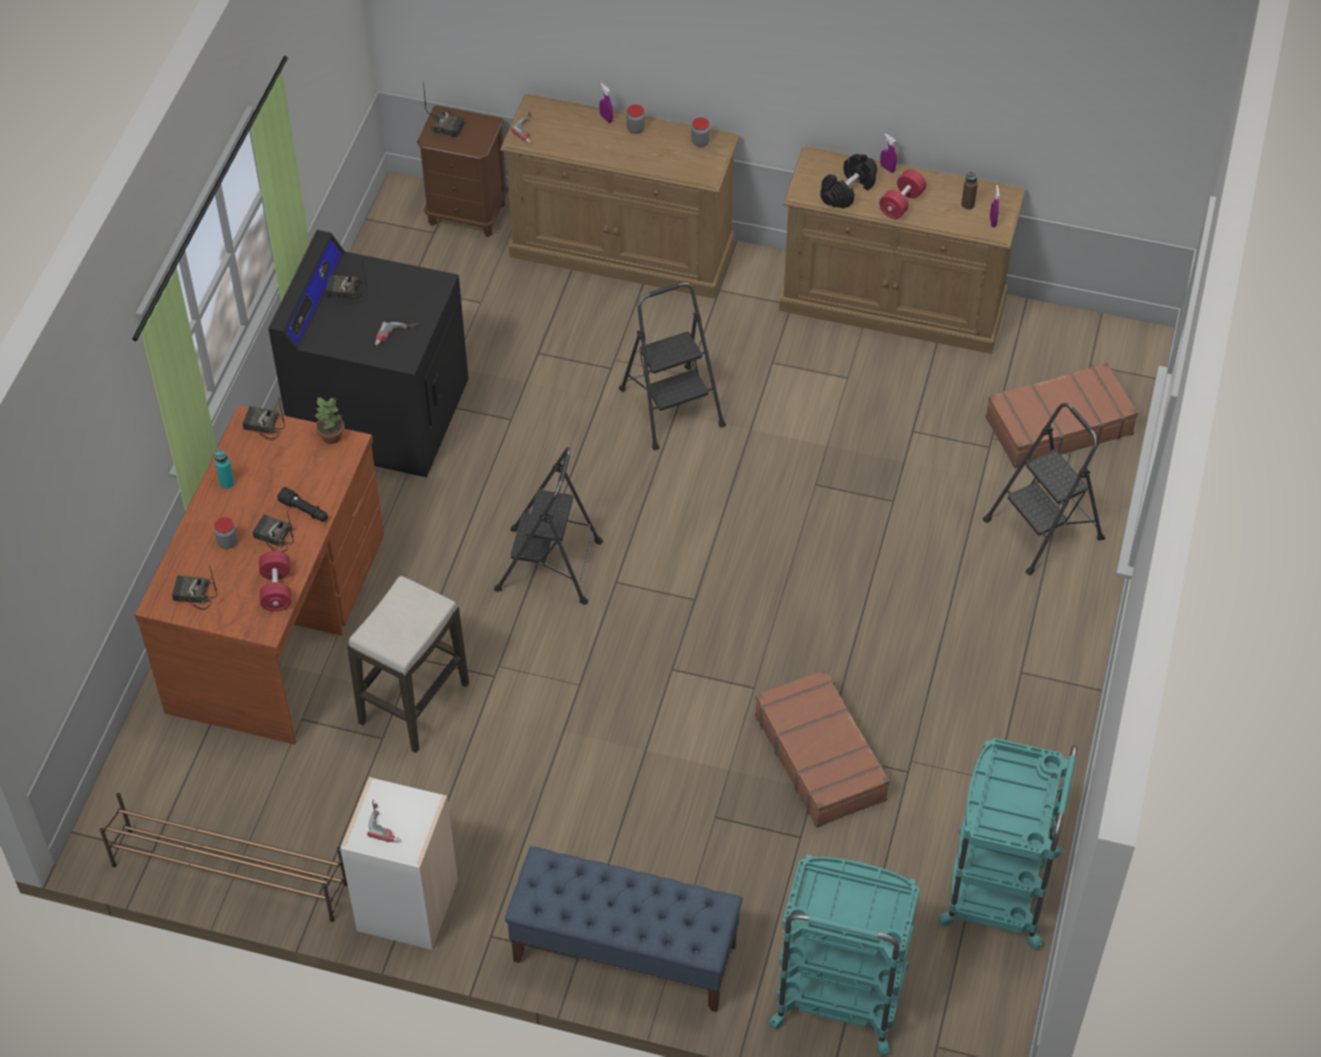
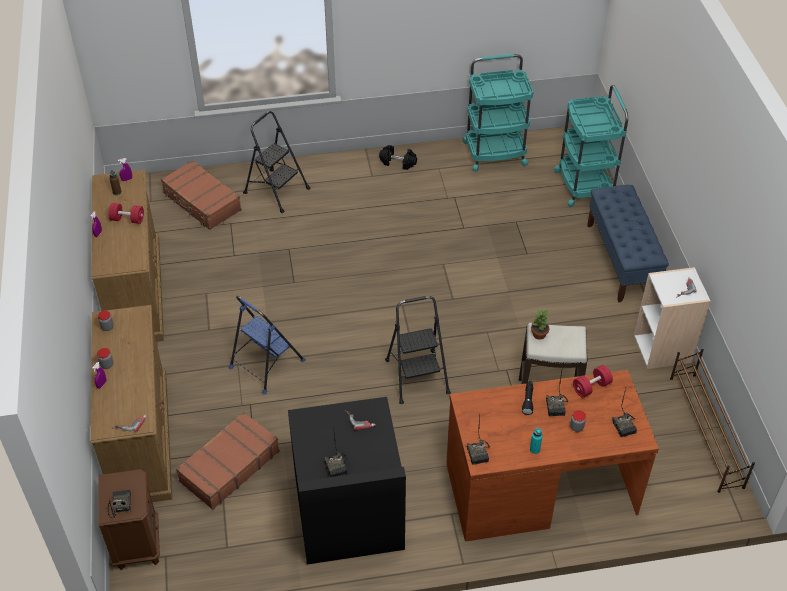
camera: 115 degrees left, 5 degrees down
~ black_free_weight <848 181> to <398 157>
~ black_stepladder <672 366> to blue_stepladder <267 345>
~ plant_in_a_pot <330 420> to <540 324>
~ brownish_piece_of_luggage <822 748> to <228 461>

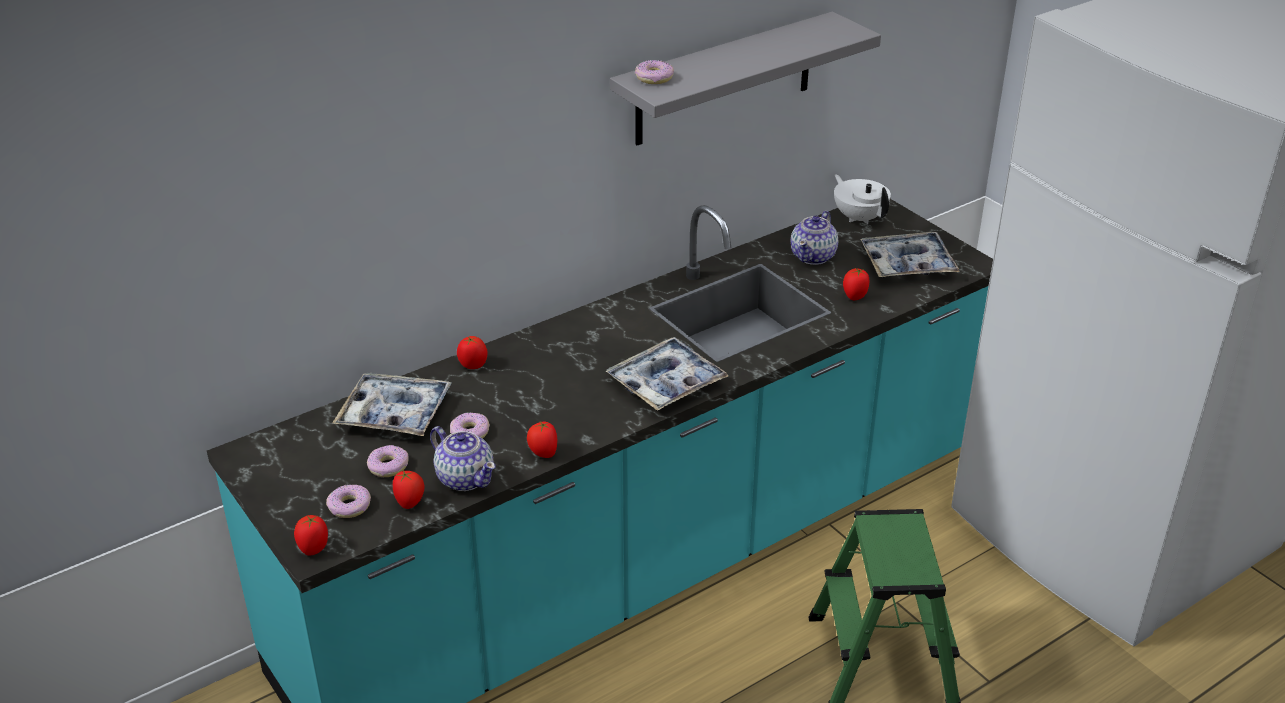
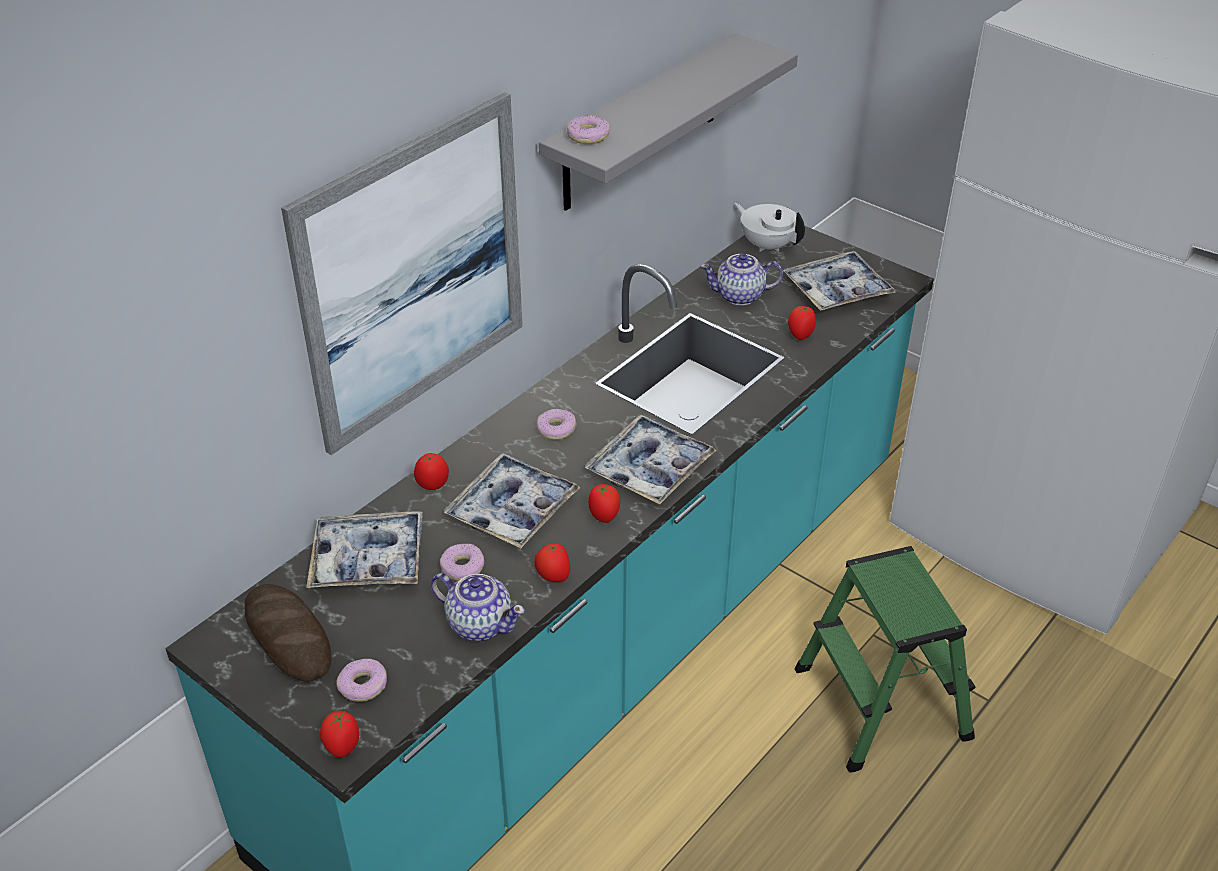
camera: 15 degrees left, 5 degrees up
~ pot_for_tea <814 238> = <741 279> 75 degrees clockwise
~ doughnut <388 461> to <556 424>
~ fresh_tomato <409 489> to <604 503>
+ wall_picture <402 273>
+ serving_tray <512 500>
+ baked_bread <288 633>

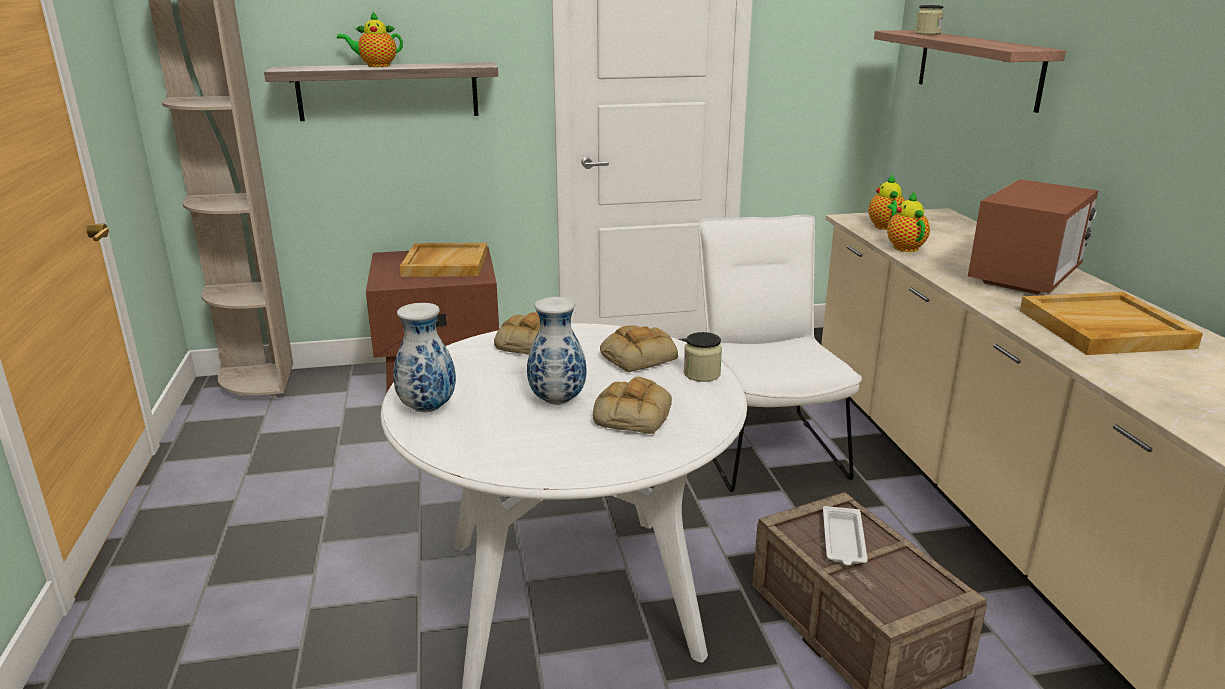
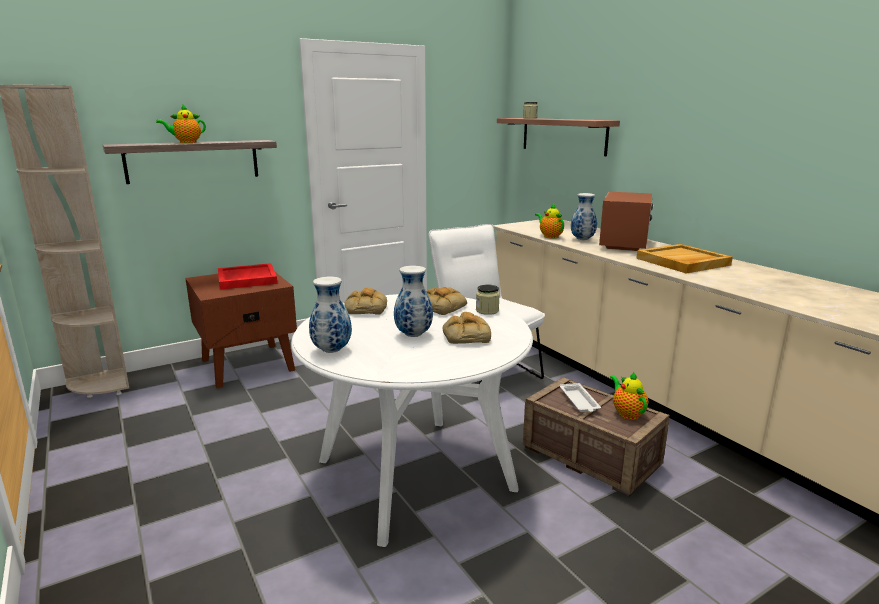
camera: 20 degrees left, 5 degrees down
~ pot_for_tea <886 202> to <629 395>
~ beige_serving_tray <444 260> to red_serving_tray <247 276>
+ vase <584 216>

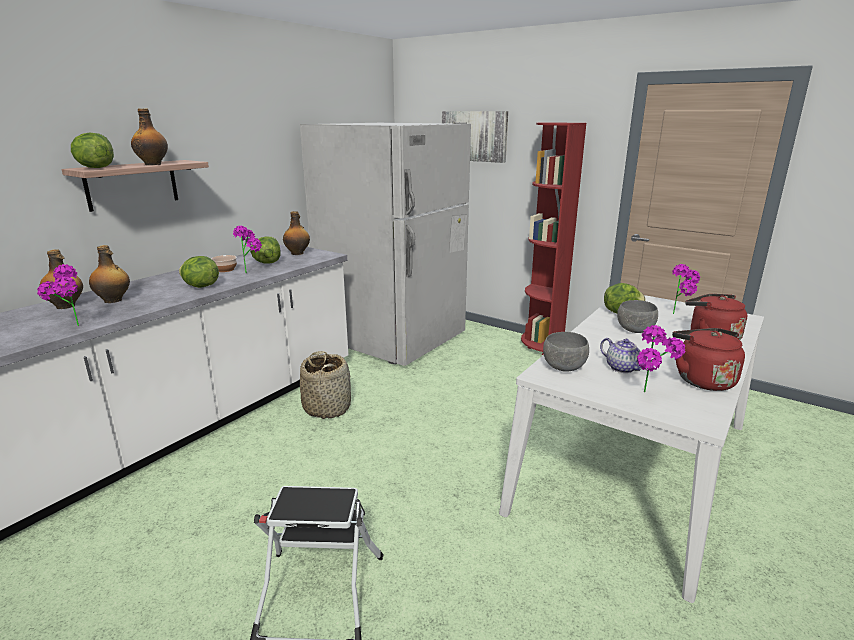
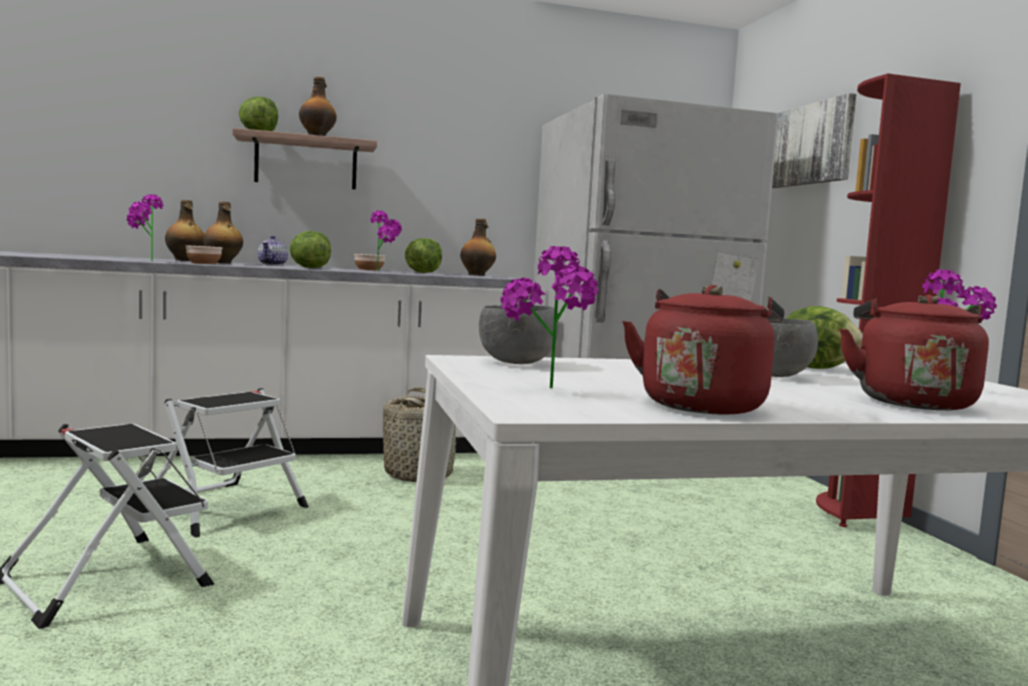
camera: 40 degrees right, 15 degrees down
~ pot_for_tea <624 355> to <273 250>
+ deep_dish <204 254>
+ stepladder <233 462>

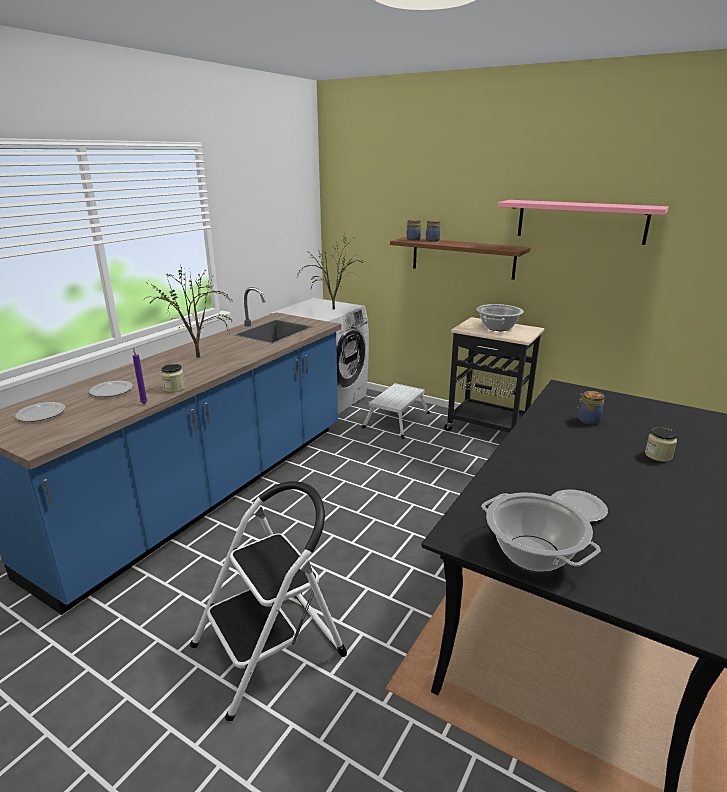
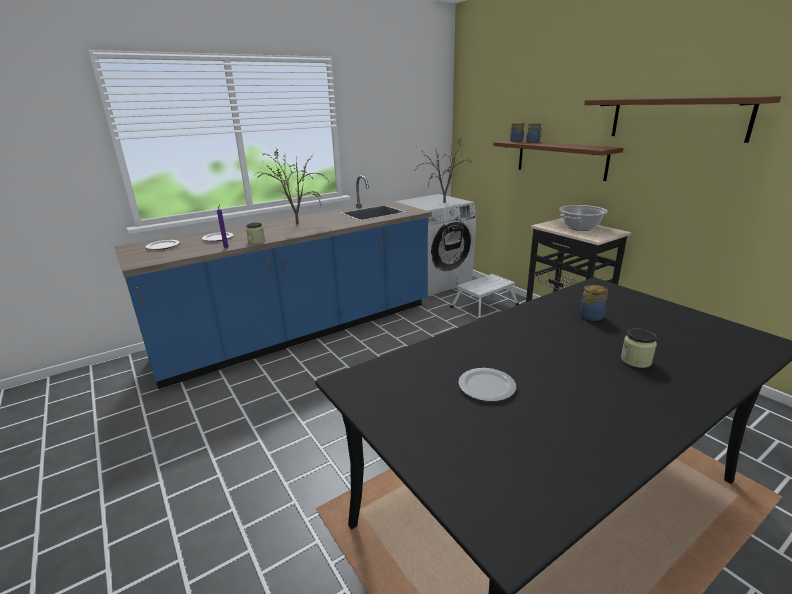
camera: 25 degrees right, 0 degrees up
~ pink-coloured_bracket_shelf <583 222> to brownish_bracket_shelf <682 119>
- stepladder <268 601>
- cooking_pot <541 532>

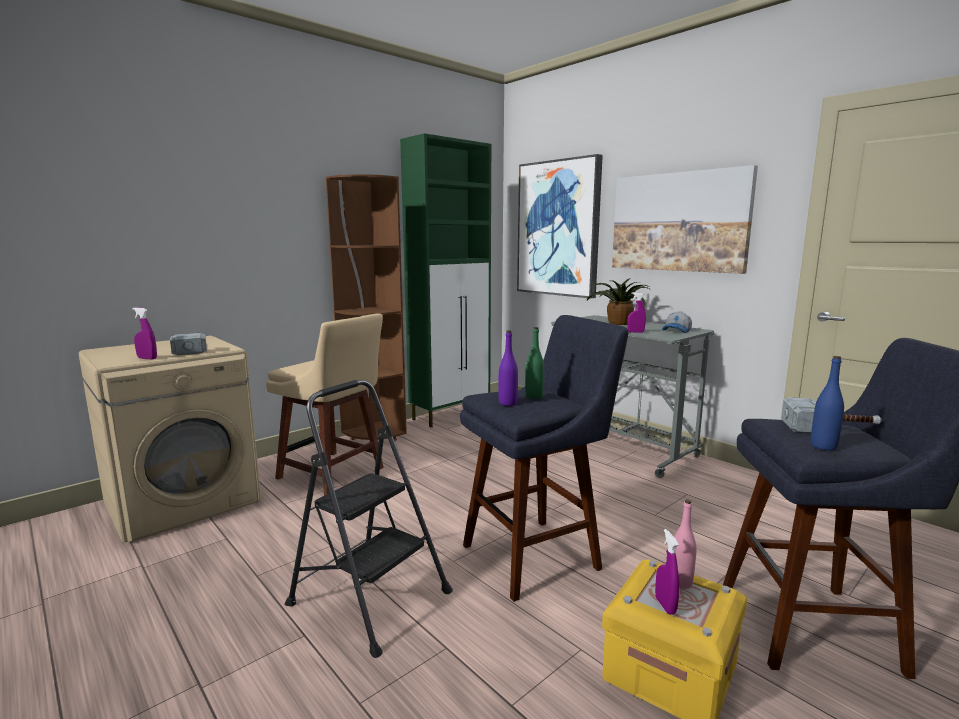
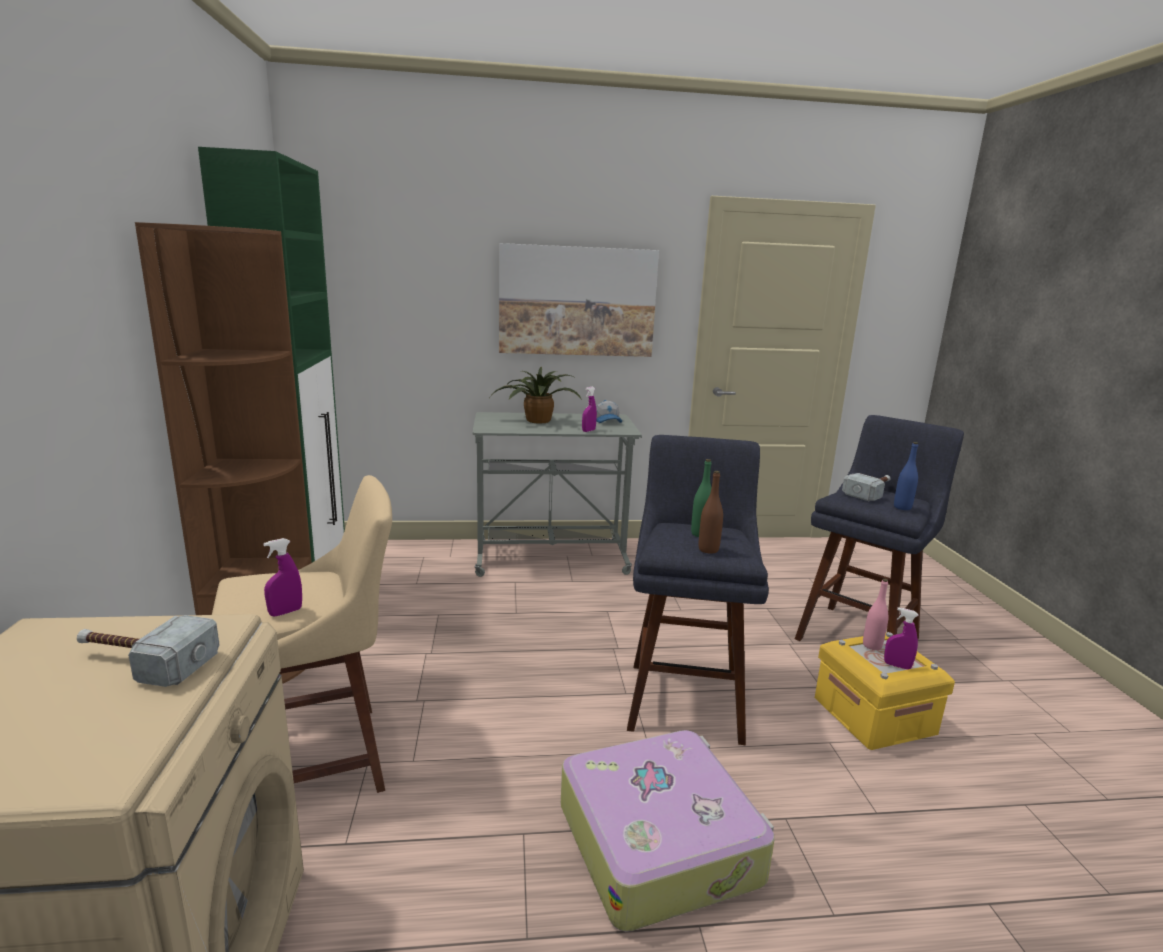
camera: 55 degrees left, 5 degrees up
- wall_picture <560 226>
~ purple_sprayer <144 333> to <282 577>
~ purple_bottle <508 368> to brownish_bottle <711 512>
~ black_stepladder <369 519> to piece_of_luggage <668 831>

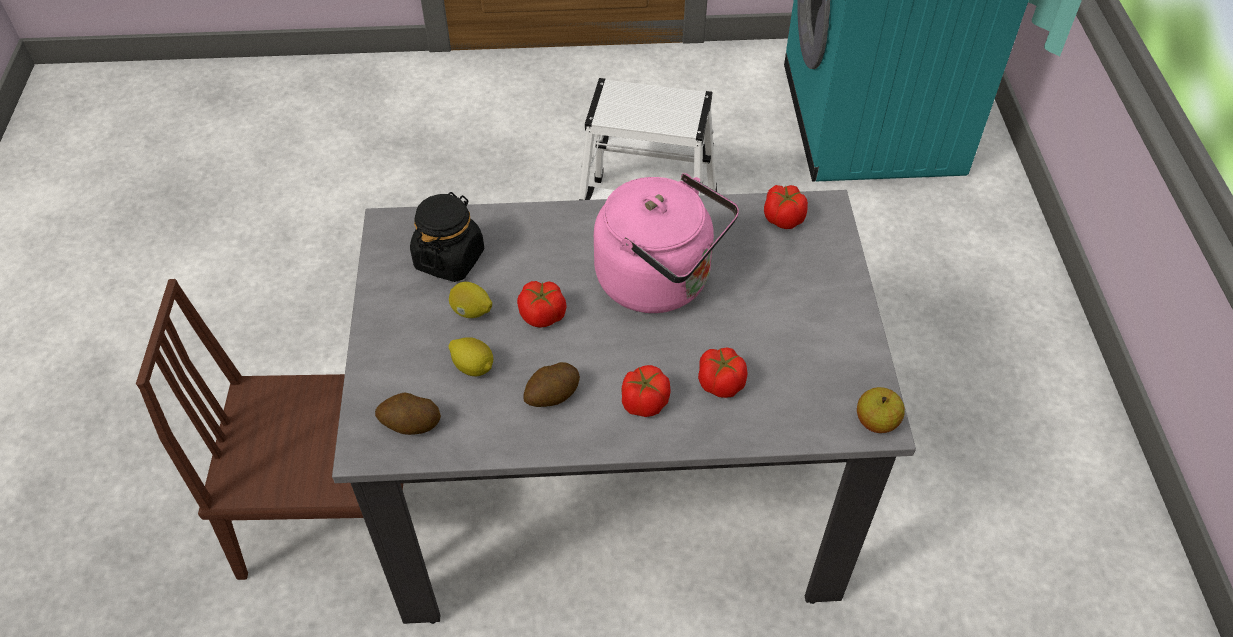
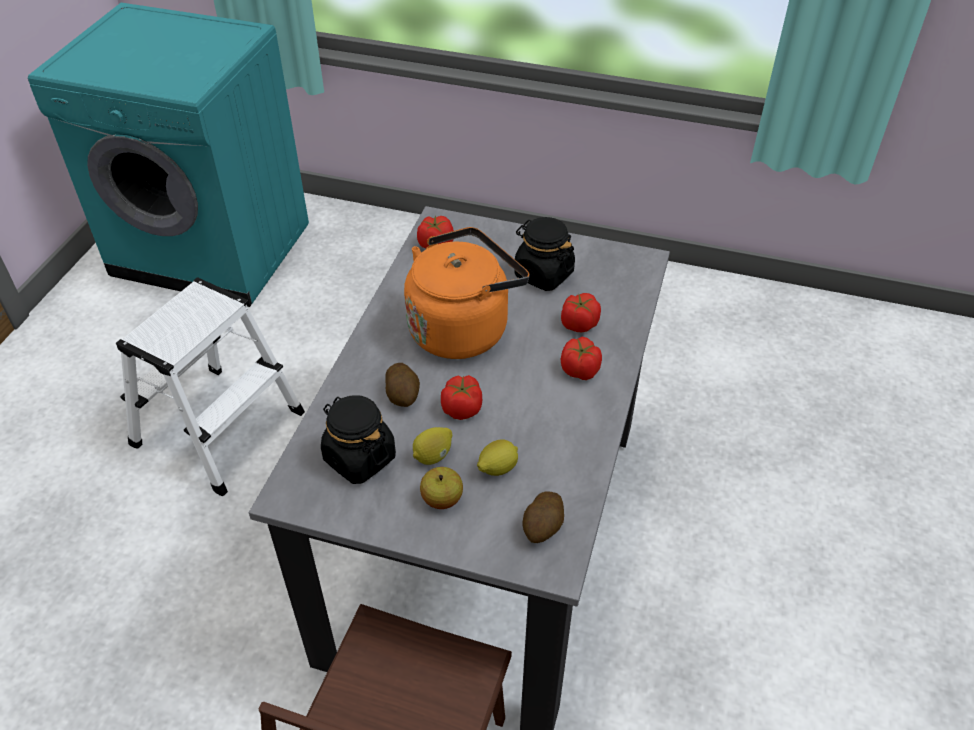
camera: 70 degrees left, 5 degrees down
~ pink-coloured_kettle <666 243> to orangey_kettle <466 293>
~ whole_potato <551 384> to <403 385>
~ apple_fruit <881 410> to <441 488>
+ black_jar <544 254>

